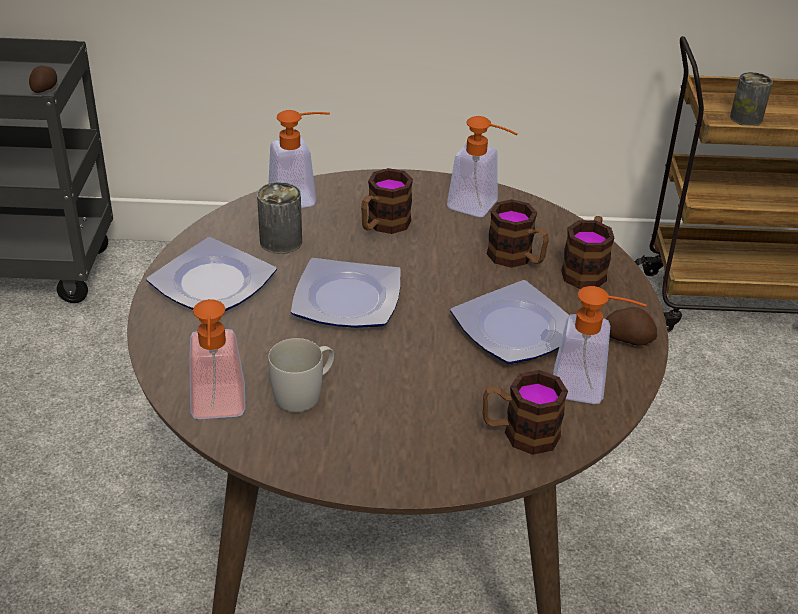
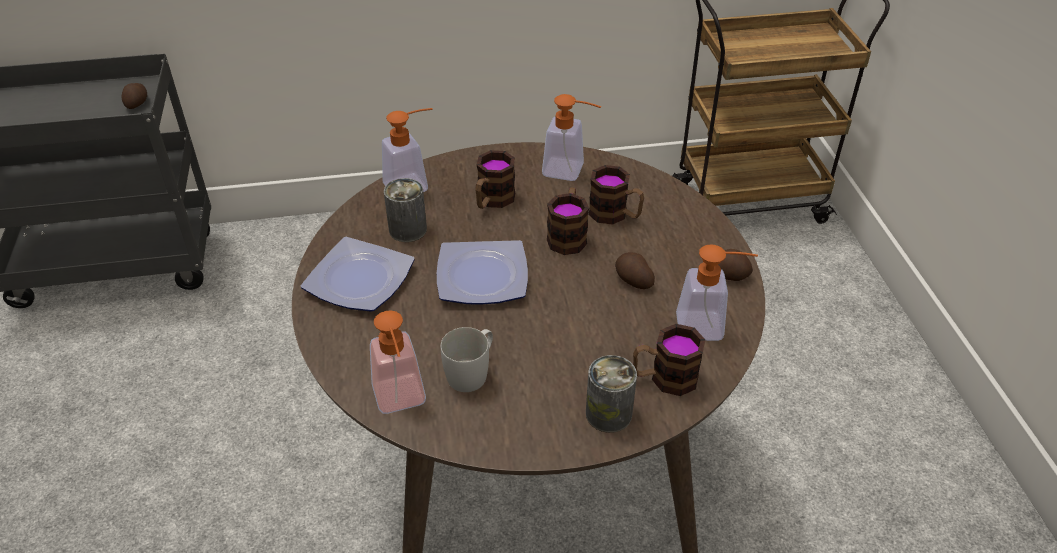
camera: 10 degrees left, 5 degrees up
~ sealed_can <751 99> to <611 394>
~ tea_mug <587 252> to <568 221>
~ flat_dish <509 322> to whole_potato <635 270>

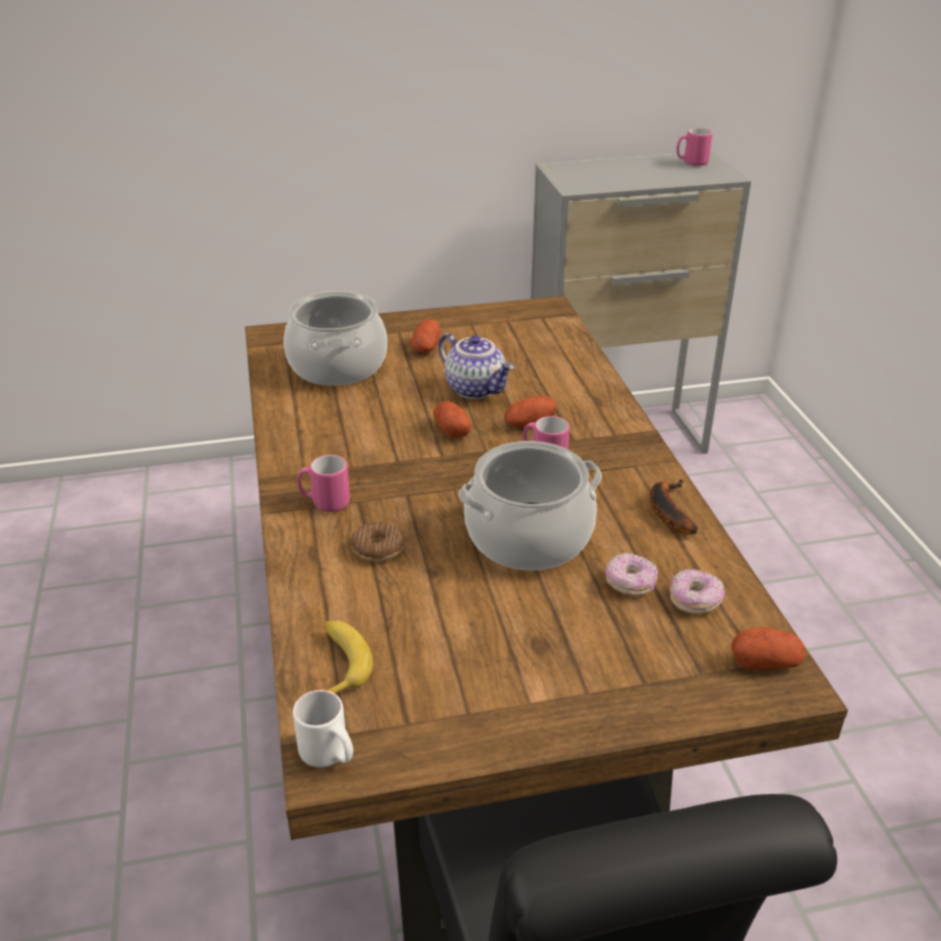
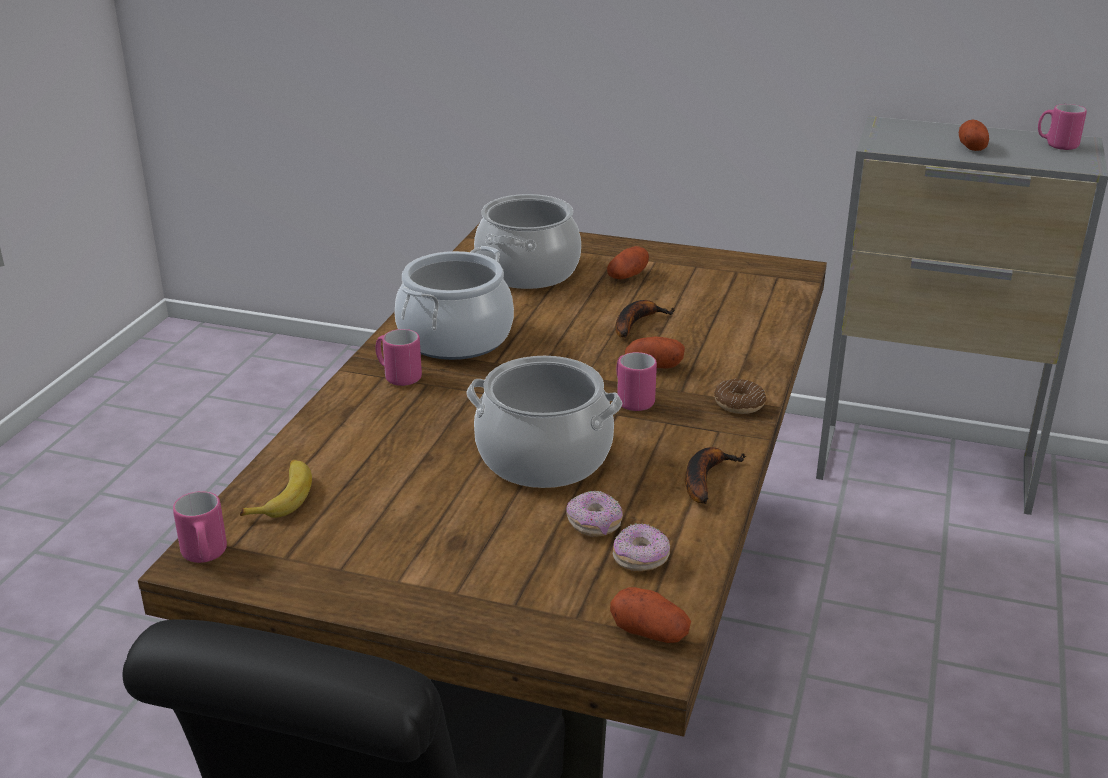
camera: 30 degrees right, 5 degrees down
~ pot_for_tea <476 366> to banana_fruit <645 319>
~ whole_potato <452 419> to <974 135>
~ doughnut <377 542> to <740 396>
~ white_tea_mug <323 728> to pink-coloured_tea_mug <200 527>
+ cooking_pot <454 303>

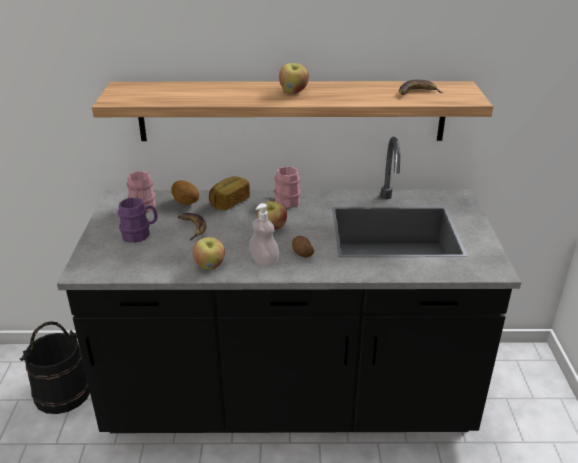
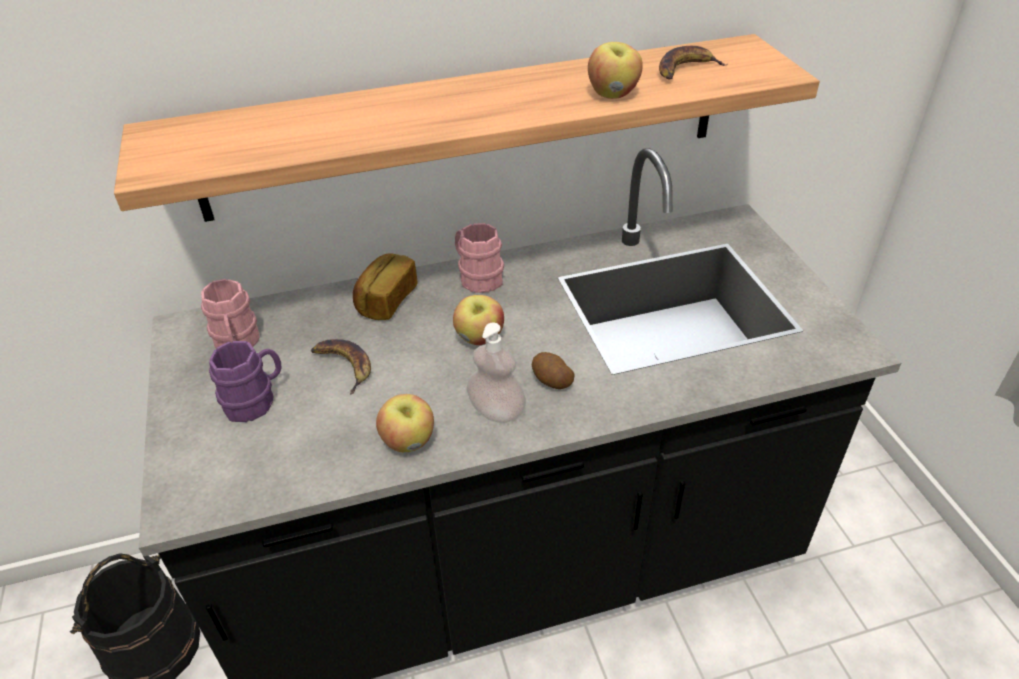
camera: 15 degrees left, 10 degrees up
~ apple_fruit <294 78> to <615 70>
- whole_potato <185 192>

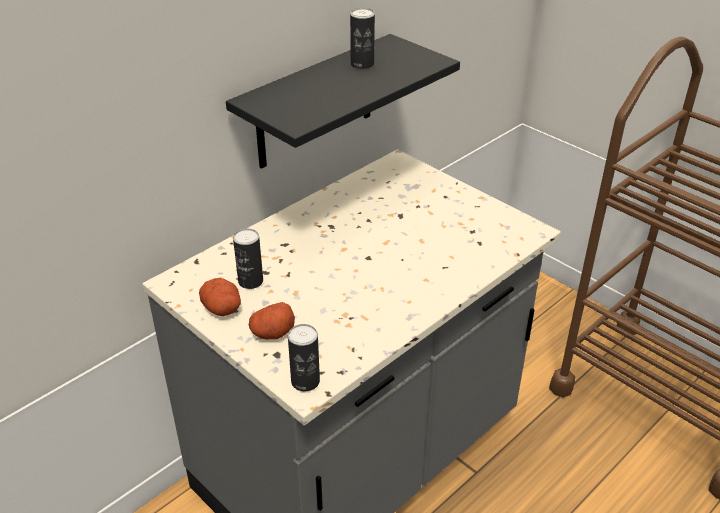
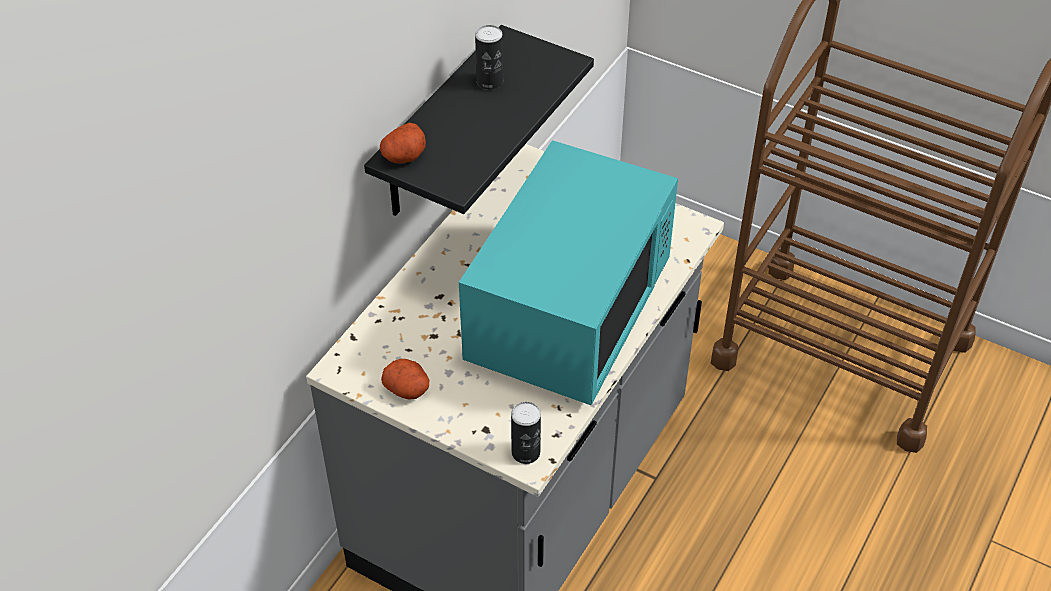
camera: 15 degrees left, 10 degrees up
- sealed_can <248 258>
~ whole_potato <272 320> to <403 143>
+ turquoise_microwave <568 272>

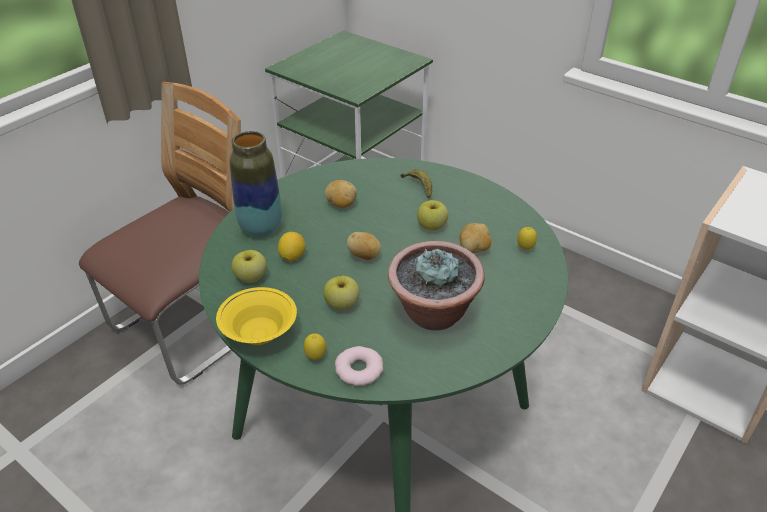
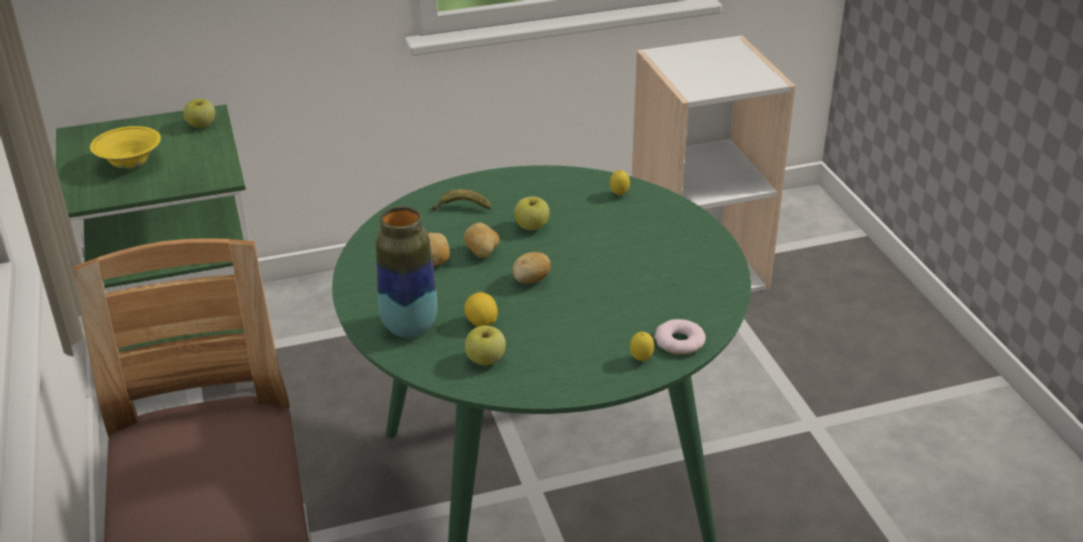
camera: 55 degrees left, 5 degrees down
~ whole_potato <475 238> to <482 240>
- plant_in_a_pot <436 286>
~ apple_fruit <341 293> to <199 113>
~ yellow-coloured_deep_dish <256 316> to <125 147>

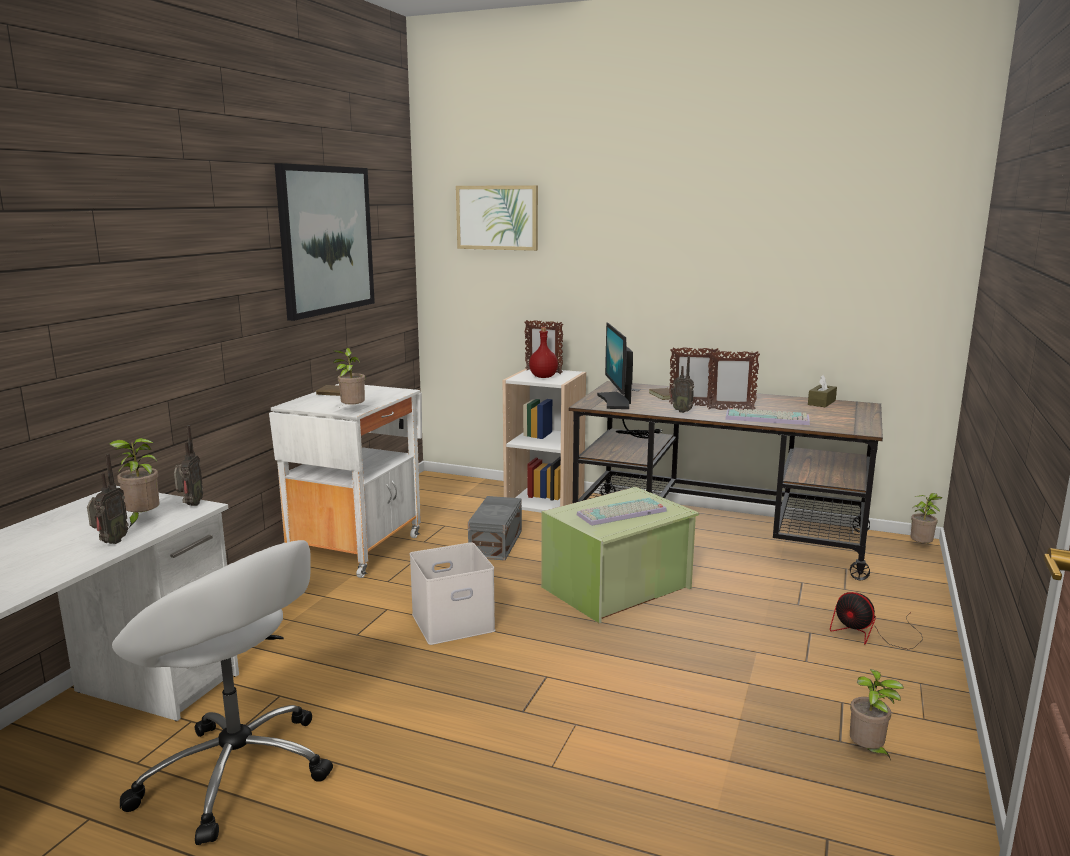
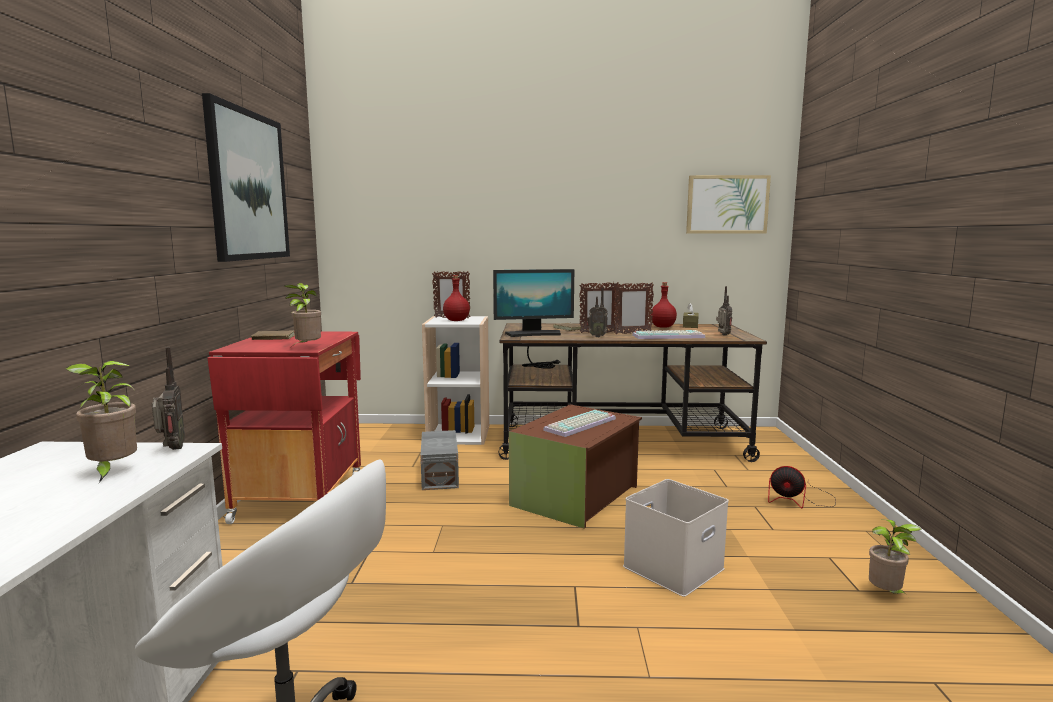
camera: 20 degrees left, 5 degrees down
~ wall_picture <497 218> to <728 204>
~ computer_screen <615 366> = <533 303> 75 degrees counterclockwise
~ white_wheeled_cart <345 481> to red_wheeled_cart <284 428>
~ radio <108 499> to <724 311>
~ green_storage_box <620 555> to brownish_storage_box <575 466>
- plant_in_a_pot <926 518>
~ white_storage_box <452 593> to <676 538>
+ red_bottle <664 305>

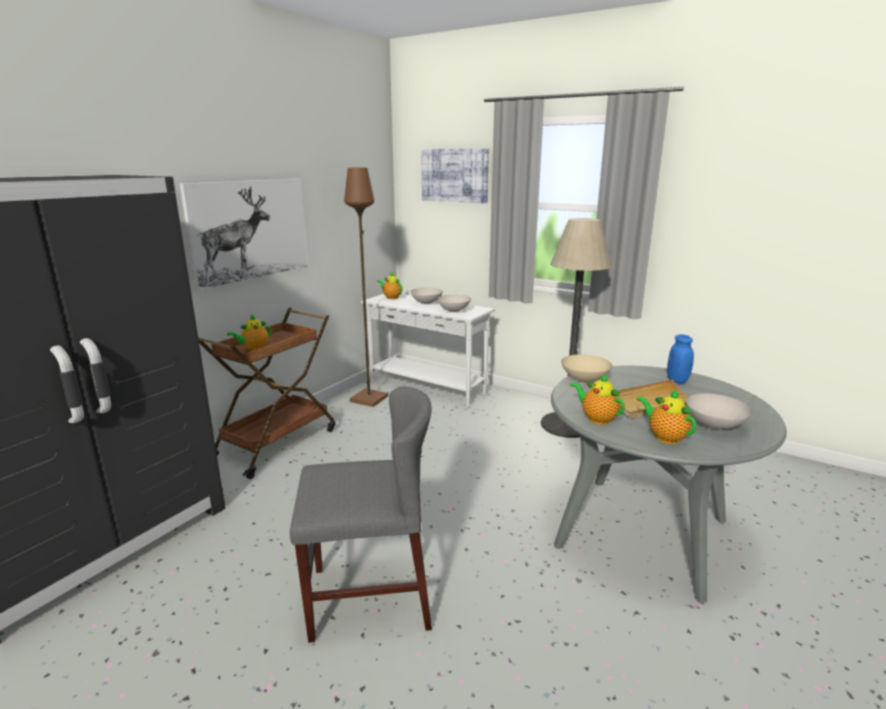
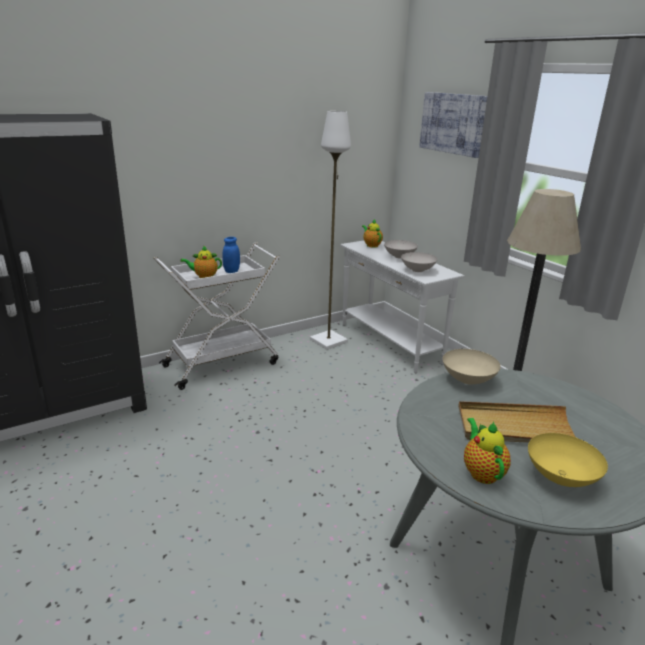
camera: 25 degrees right, 5 degrees up
~ brownish_standard_lamp <366 287> to white_standard_lamp <330 230>
- wall_picture <244 234>
~ brownish_wheeled_cart <266 393> to white_wheeled_cart <216 316>
~ blue_jar <680 359> to <231 255>
- pot_for_tea <597 399>
- gray_upright_chair <361 514>
~ white_deep_dish <719 411> to yellow-coloured_deep_dish <568 460>

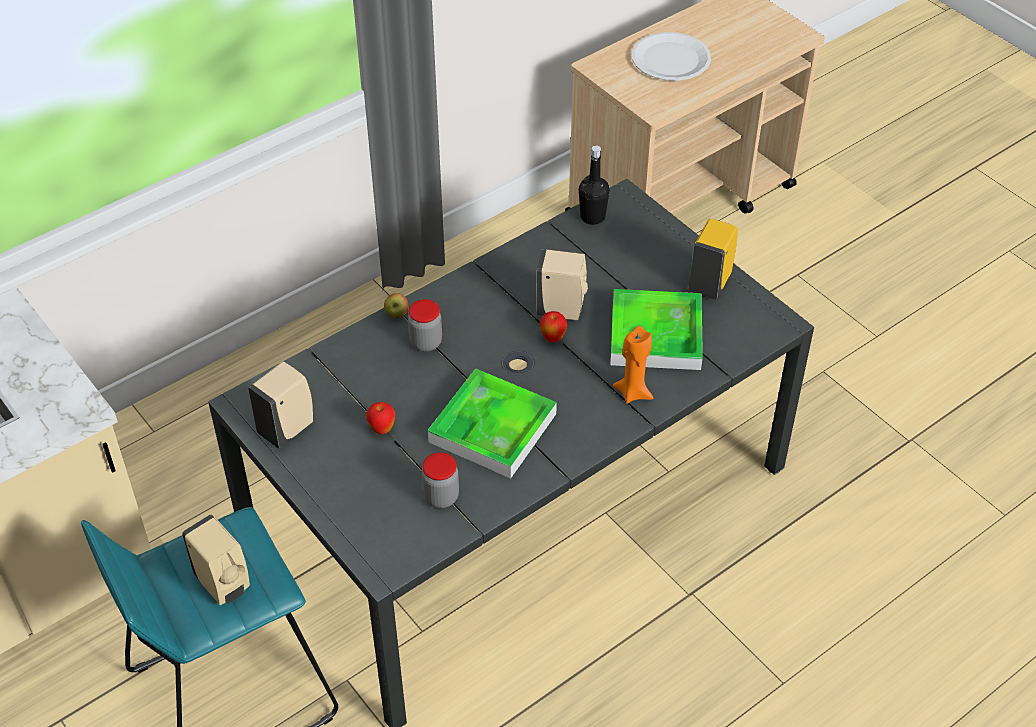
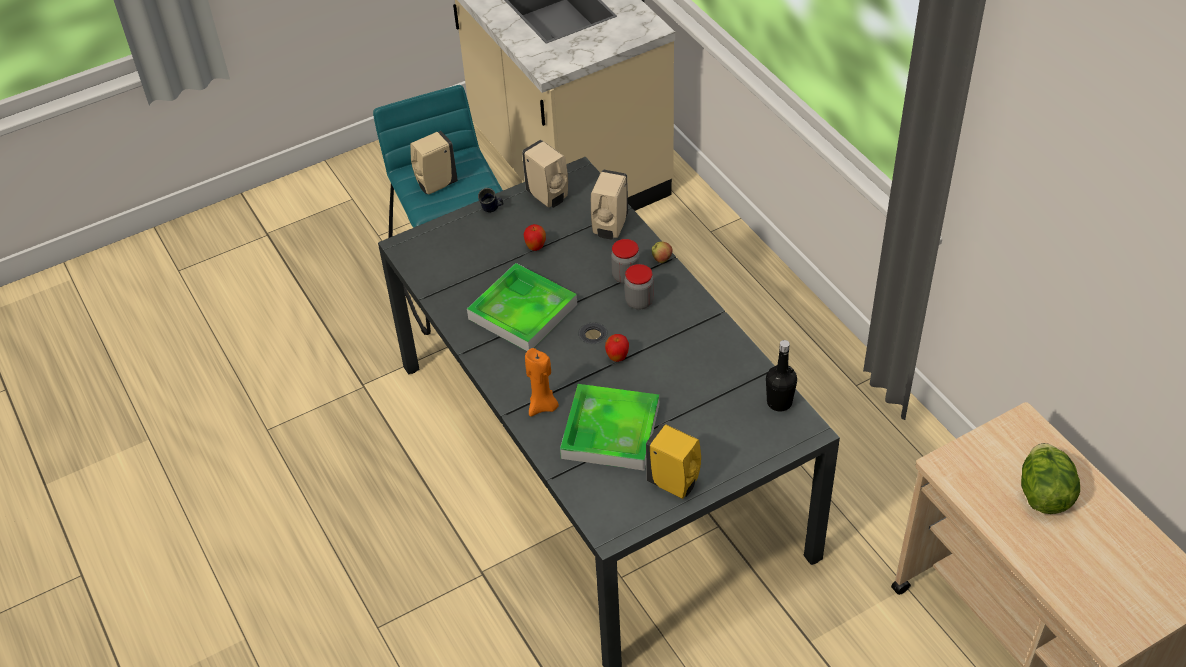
camera: 100 degrees right, 0 degrees up
~ white_flat_dish <671 56> to lettuce_head <1050 478>
~ beige_liquid_soap_bottle <562 285> to <609 204>
~ jar <440 480> to <639 287>
+ blue_tea_mug <491 200>

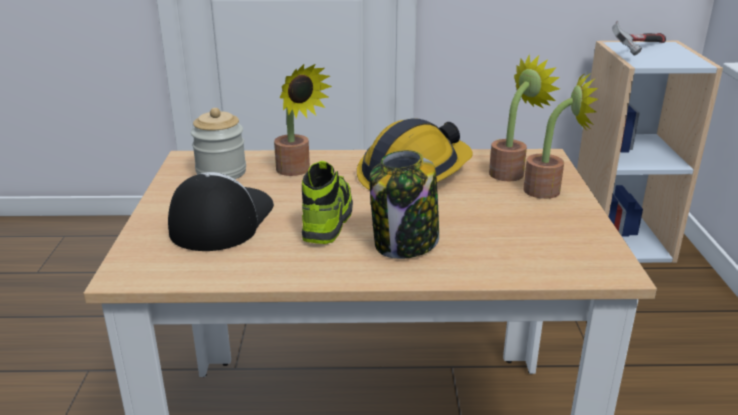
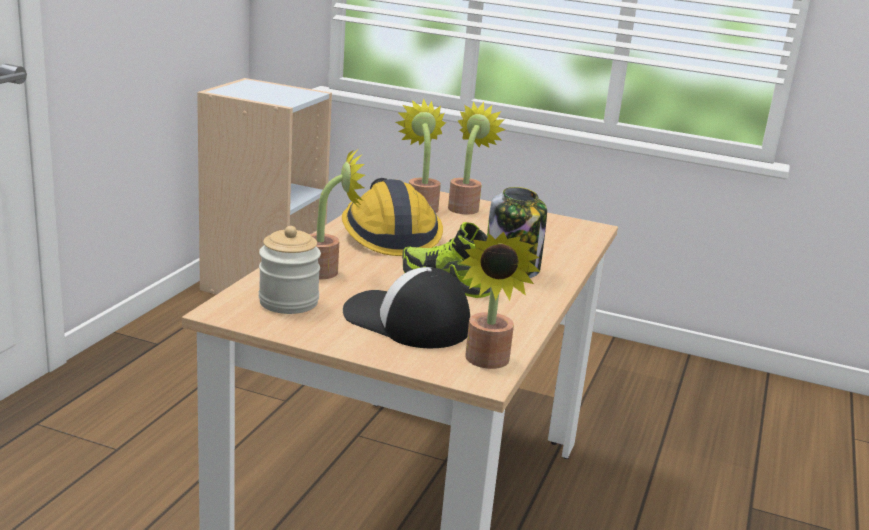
camera: 70 degrees left, 5 degrees down
- tool_hammer <639 38>
+ plant_in_a_pot <500 300>

